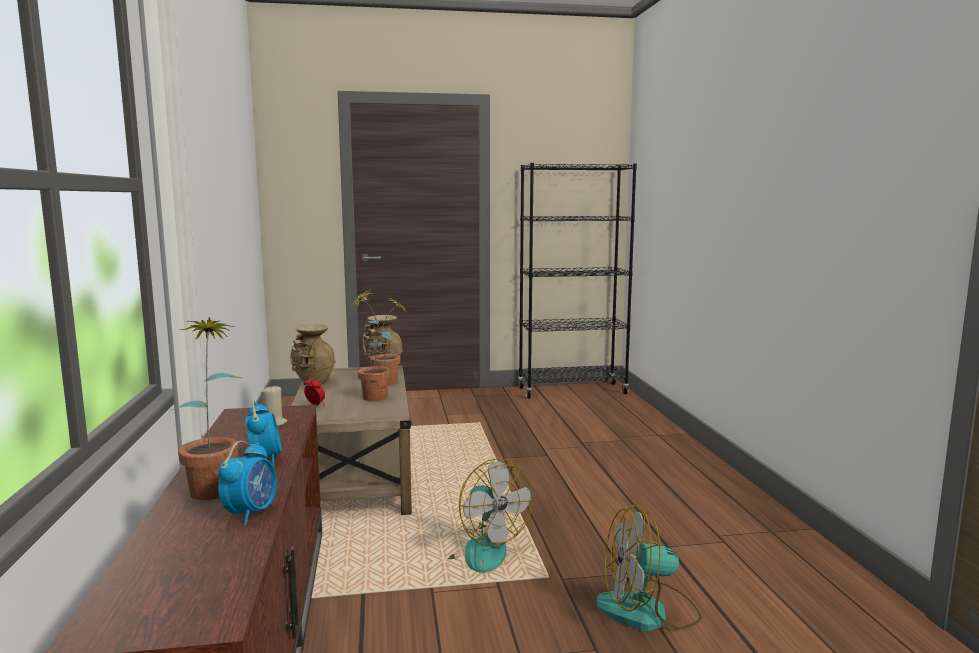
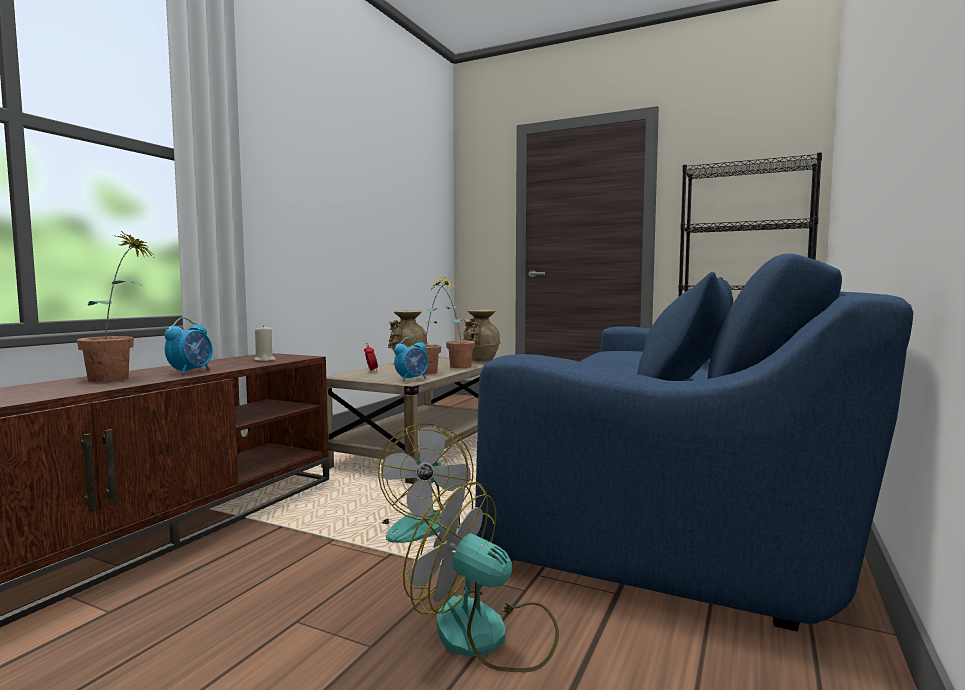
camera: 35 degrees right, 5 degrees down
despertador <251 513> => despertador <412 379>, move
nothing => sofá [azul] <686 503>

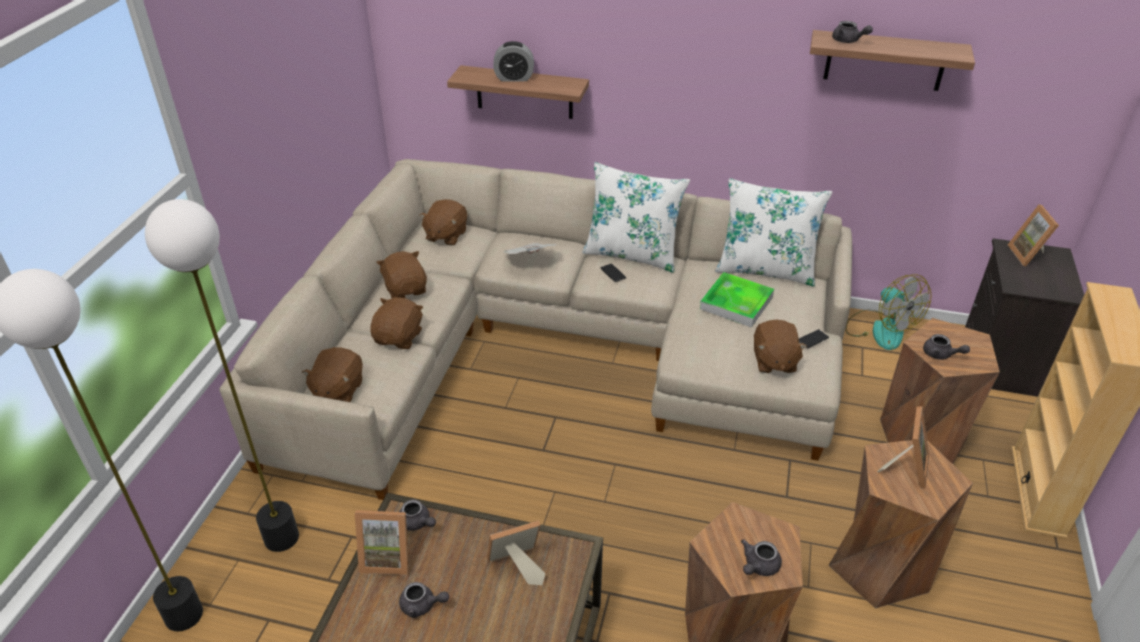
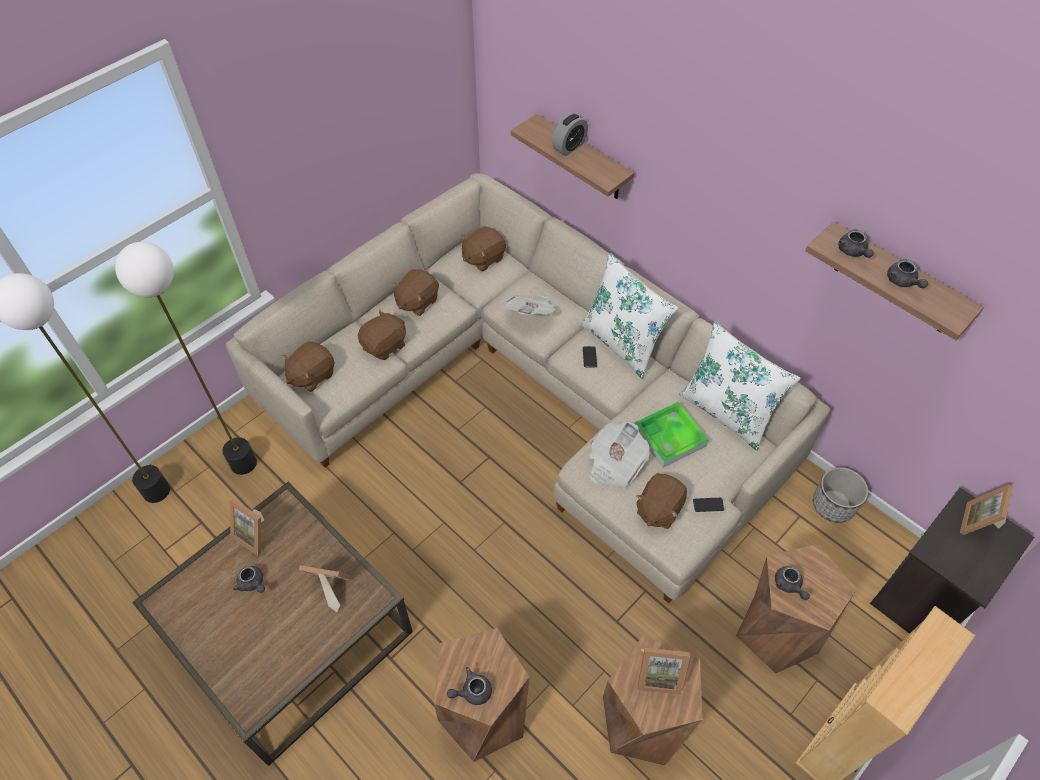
camera: 30 degrees right, 15 degrees up
peluche [marrón] <406 289> => peluche [marrón] <417 301>, 150 degrees counterclockwise
despertador <514 78> => despertador <569 147>, 75 degrees counterclockwise
nothing => periódico <614 464>
portarretratos <906 467> => portarretratos <658 674>, 45 degrees clockwise
ventilador <880 329> => maceta <833 505>
tetera [gris] <416 523> => tetera [gris] <902 282>, move

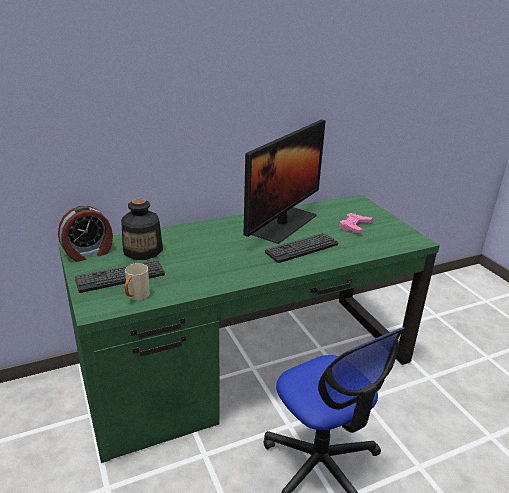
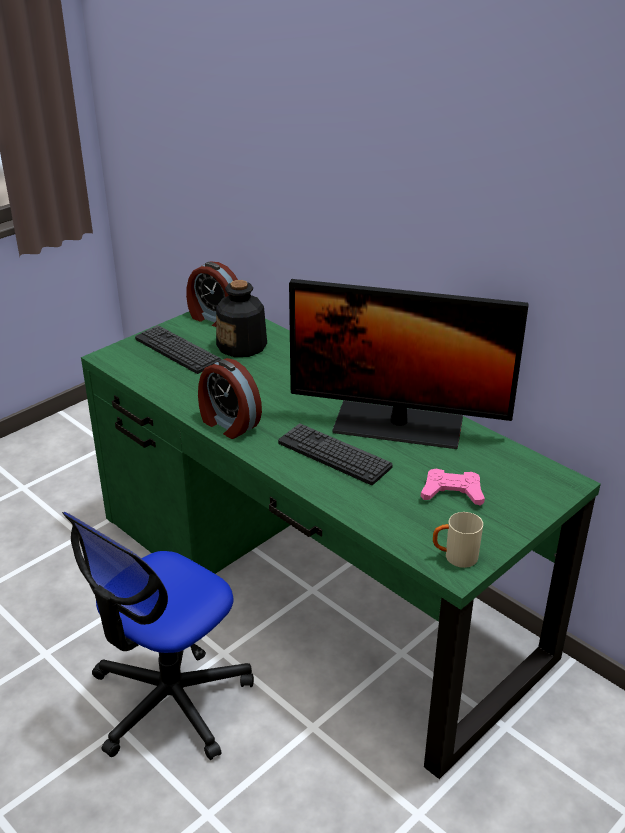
camera: 70 degrees right, 5 degrees up
nothing => despertador <228 424>
taza grande [beis] <136 297> => taza grande [beis] <454 557>, move

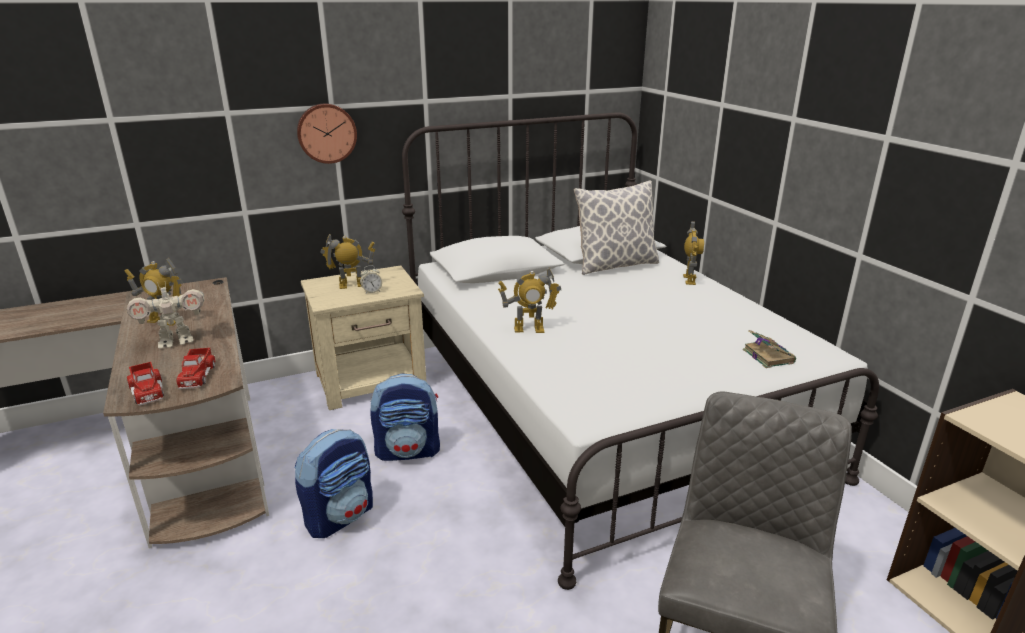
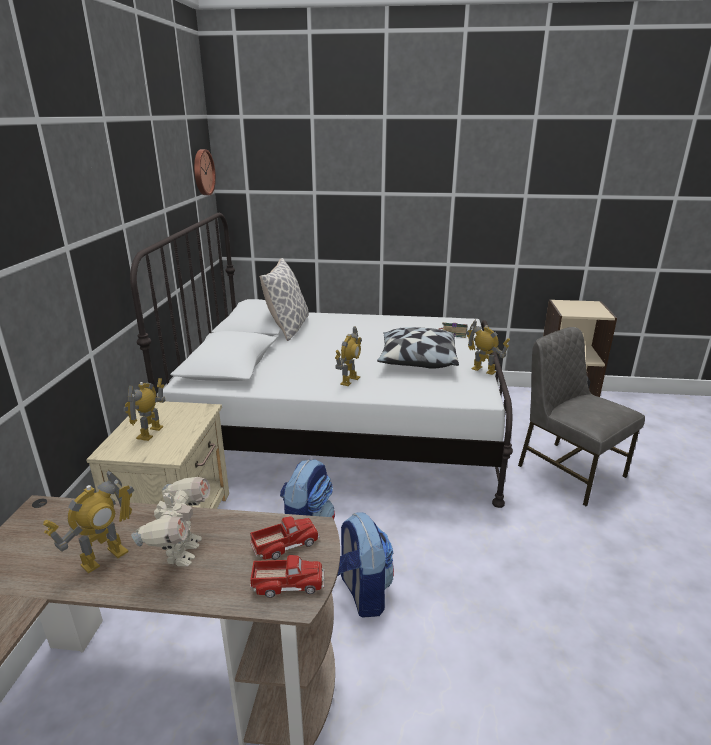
camera: 60 degrees left, 0 degrees up
reloj de pared <326 133> => reloj de pared <202 172>, move
camión de juguete <197 375> => camión de juguete <285 544>, 45 degrees counterclockwise
nothing => cojín <417 361>
robot de juguete <689 279> => robot de juguete <483 370>, move
despertador <372 291> => nothing

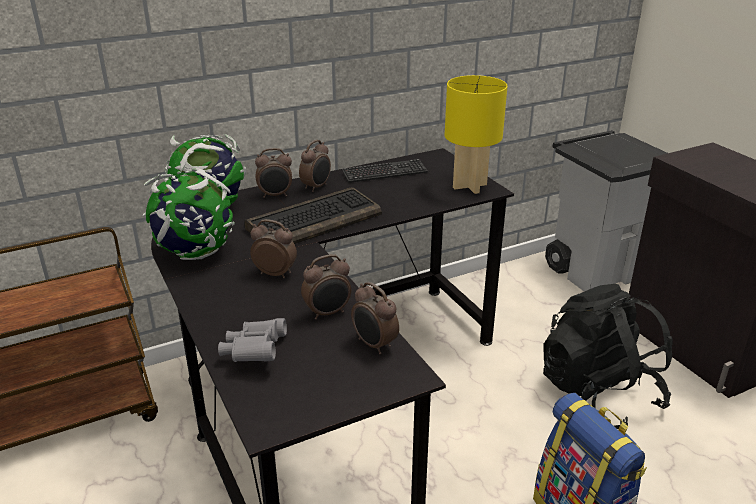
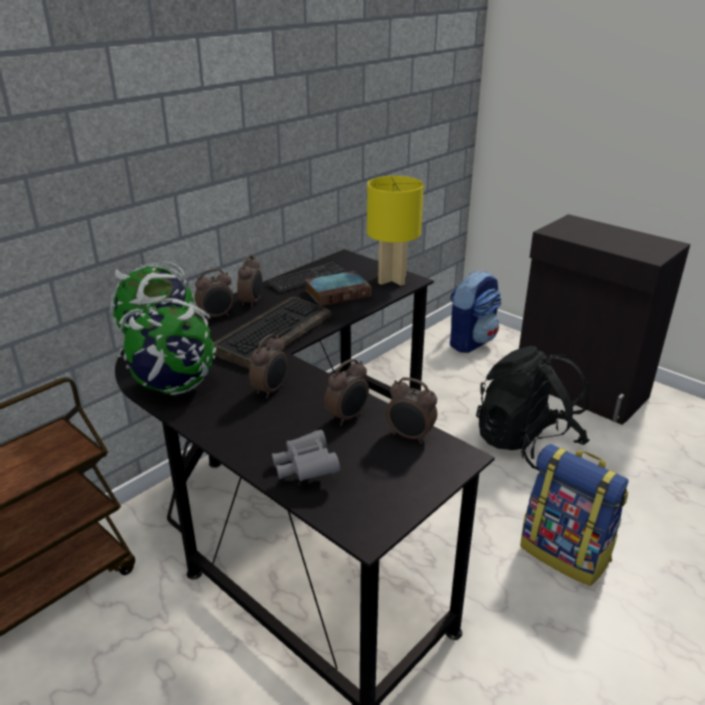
camera: 20 degrees left, 0 degrees up
despertador <275 273> => despertador <271 390>, 120 degrees clockwise
nothing => libro <339 293>
papelera [gris] <594 271> => mochila <471 341>

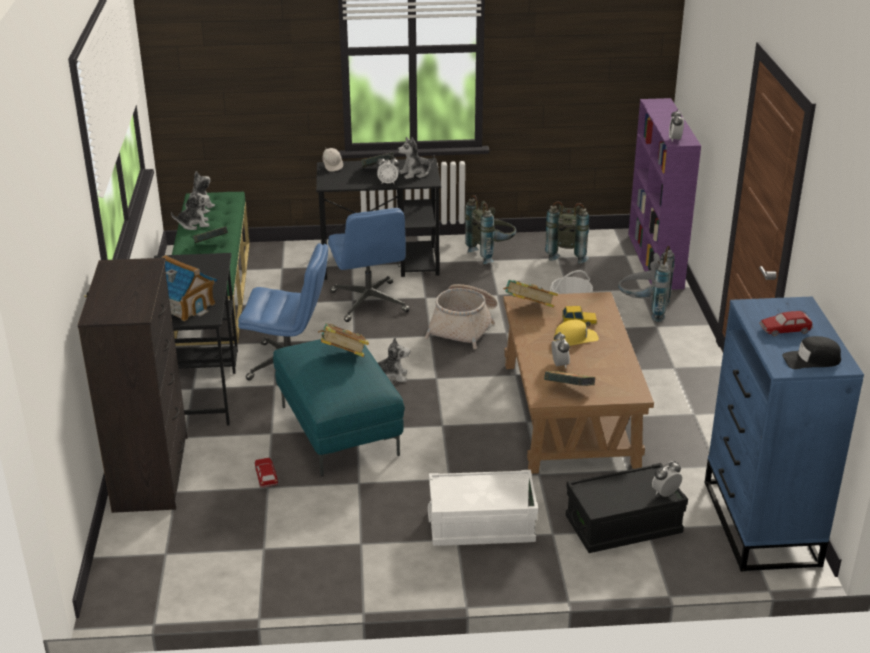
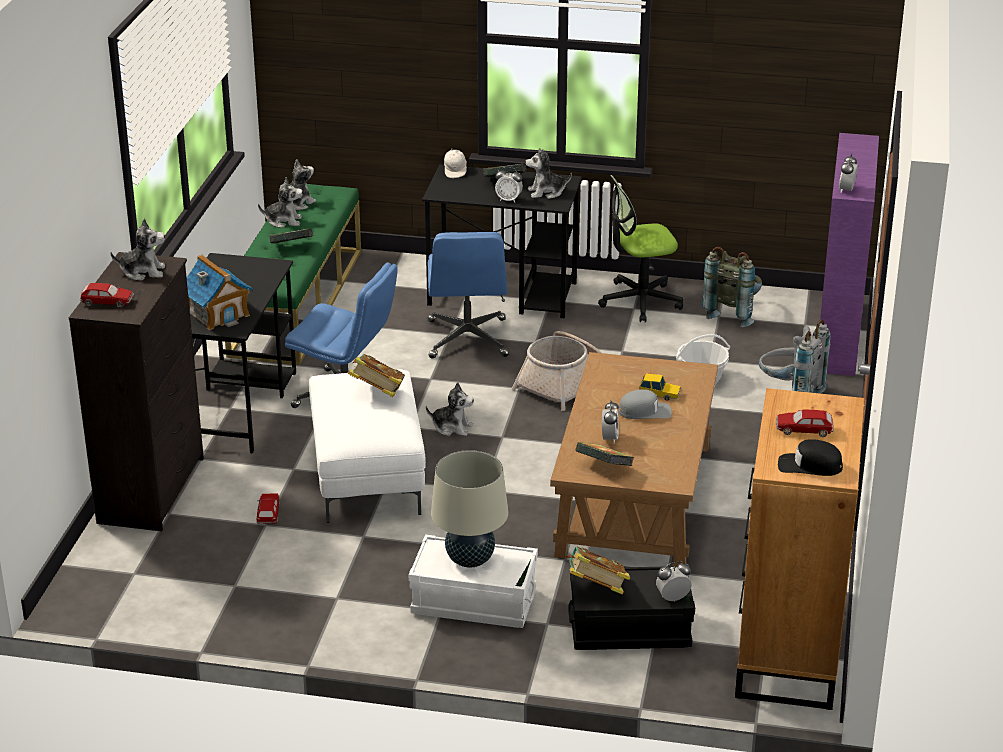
camera: 15 degrees right, 0 degrees up
nothing => coche de juguete <107 302>
nothing => peluche <143 272>
puf [turquesa] <338 430> => puf [blanco] <366 477>
nothing => lámpara de mesa [beis] <470 560>
libro <529 309> => libro <596 589>, move
mochila [gris] <491 254> => silla de oficina <640 301>
gorra [amarillo] <575 338> => gorra [gris] <644 411>
cómoda [azul] <761 524> => cómoda [marrón] <788 653>

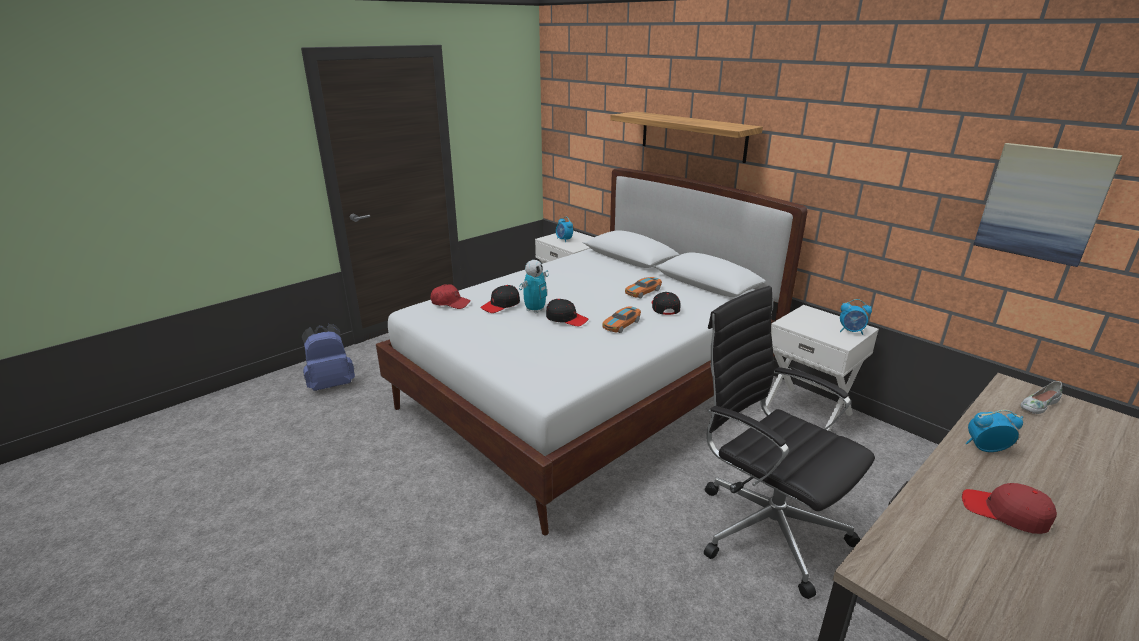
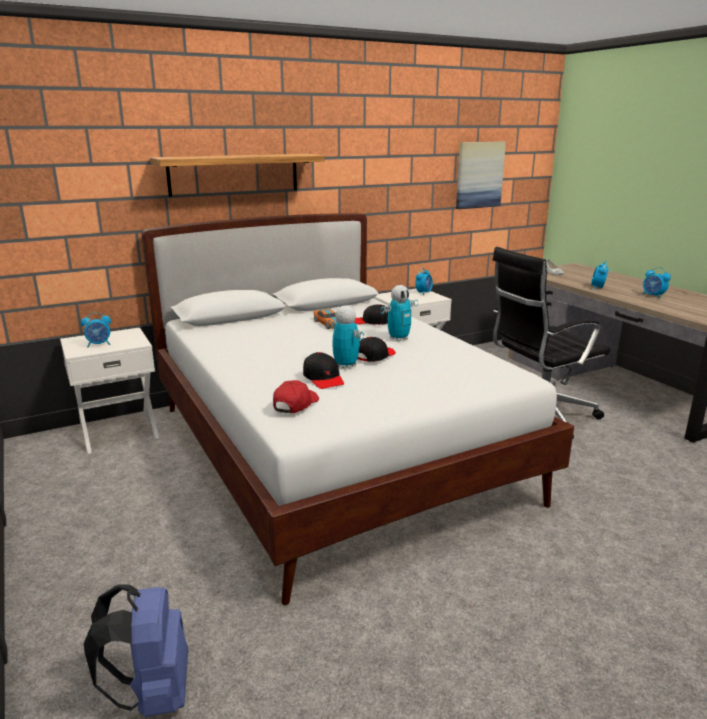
camera: 75 degrees left, 5 degrees down
coche de juguete <621 324> => robot de juguete <398 339>
gorra [rojo] <1005 513> => despertador <653 296>

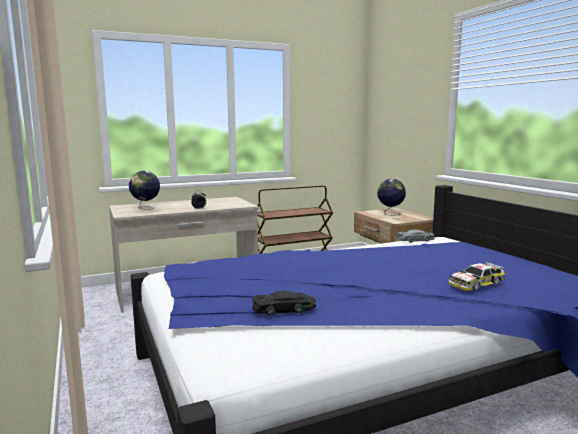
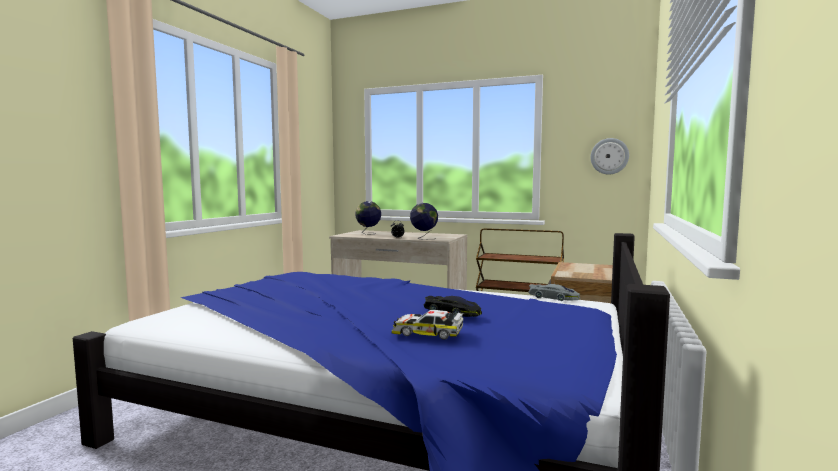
camera: 45 degrees right, 5 degrees down
globo terráqueo <390 214> => globo terráqueo <423 238>, move
coche de juguete [negro] <284 309> => coche de juguete [negro] <452 312>, move
nothing => reloj de pared <609 156>

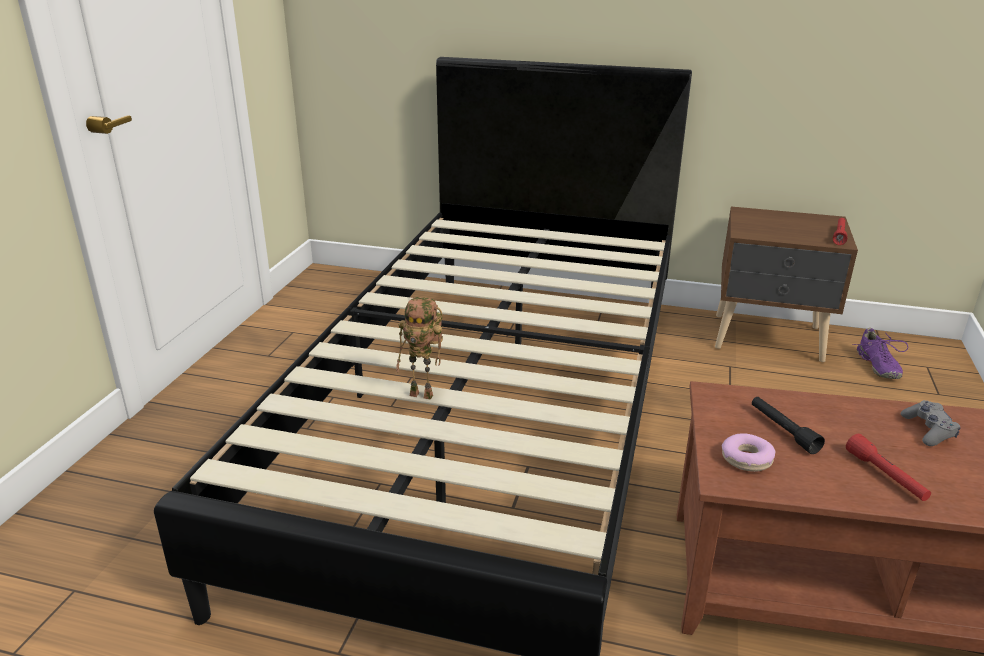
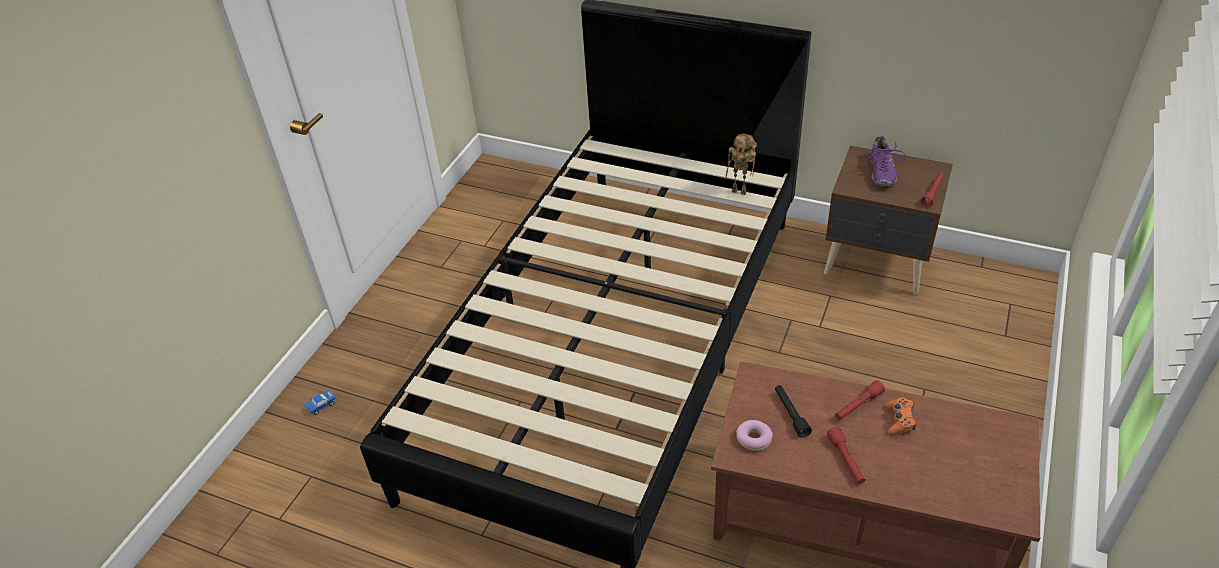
camera: 10 degrees right, 15 degrees up
nothing => coche de juguete <321 405>
robot de juguete <424 394> => robot de juguete <740 191>, move
nothing => linterna [rojo] <858 406>
zapato [morado] <877 366> => zapato [morado] <880 172>, move
mando de consola [gris] <928 430> => mando de consola [naranja] <899 420>

